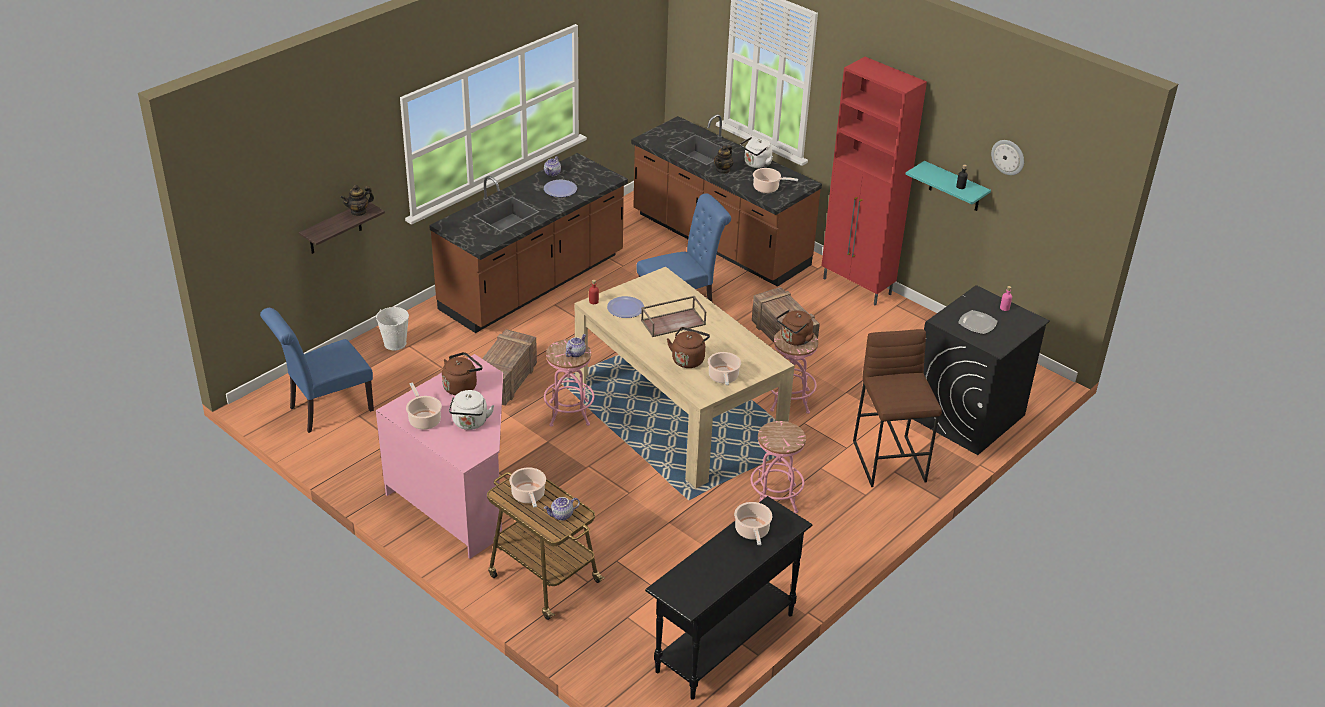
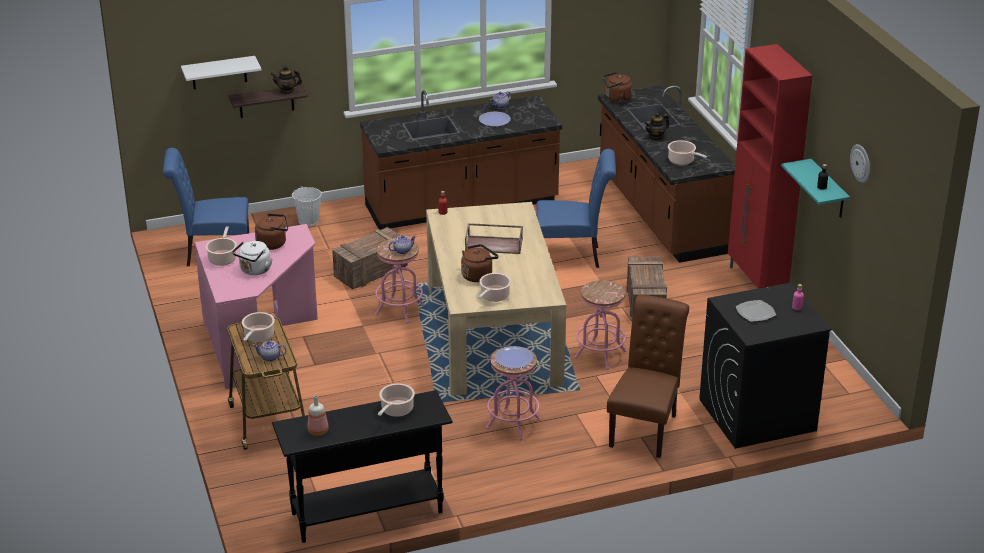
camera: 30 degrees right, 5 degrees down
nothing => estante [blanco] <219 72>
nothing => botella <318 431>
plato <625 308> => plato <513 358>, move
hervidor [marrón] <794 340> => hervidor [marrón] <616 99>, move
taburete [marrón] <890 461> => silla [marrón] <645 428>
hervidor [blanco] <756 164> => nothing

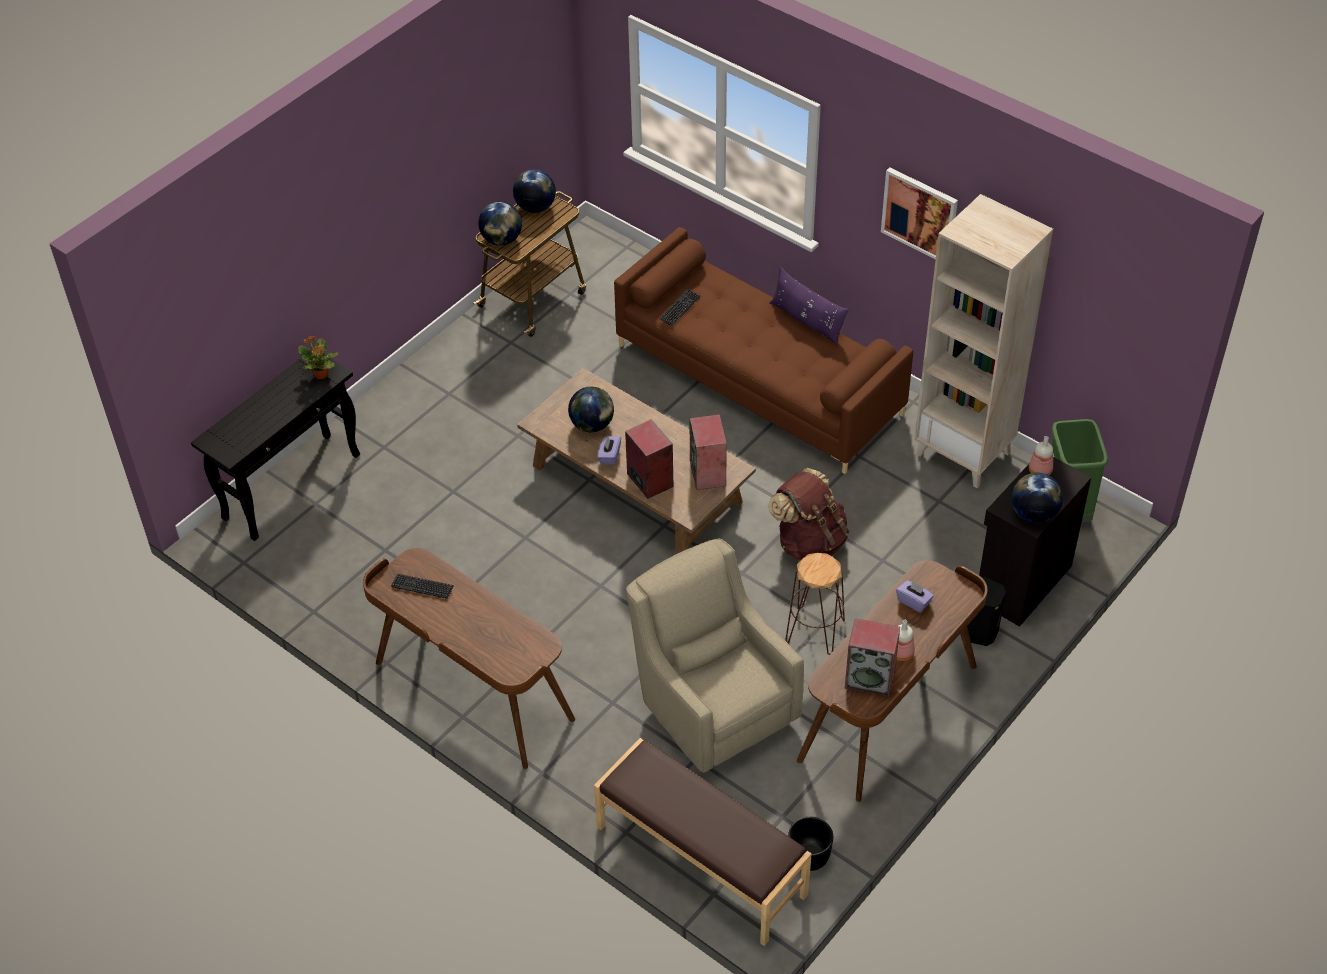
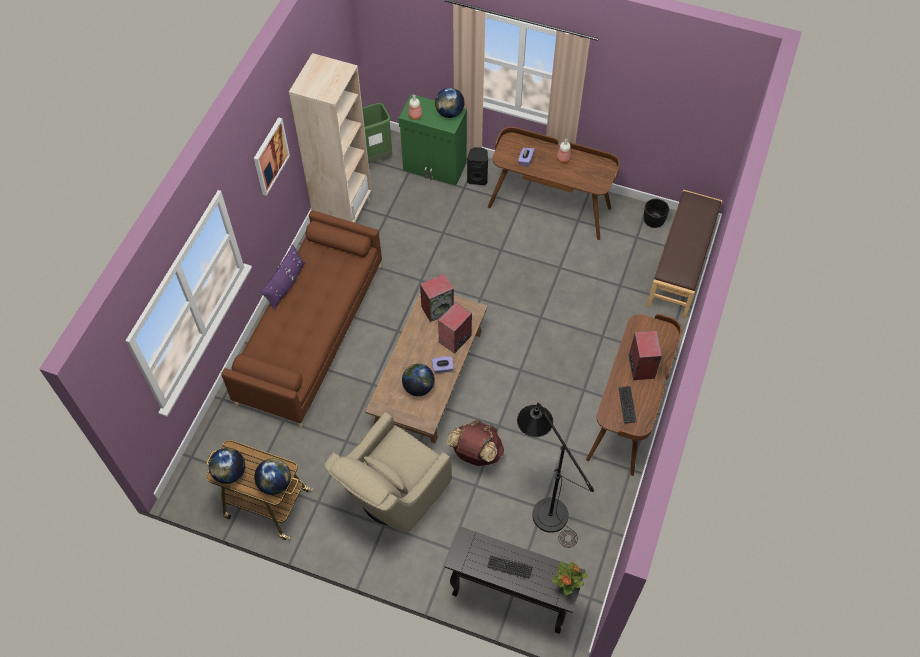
camera: 110 degrees left, 10 degrees up
sillón [beis] <712 706> => sillón [beis] <391 496>, move
armario [negro] <1021 583> => armario [verde] <434 167>
mochila [marrón] <809 541> => mochila [marrón] <475 453>, move
teclado <680 308> => teclado <510 567>, move
nothing => lámpara de pie [negro] <544 507>
planta en maceta <321 375> => planta en maceta <567 584>, move
altavoz <870 678> => altavoz <640 366>, move
taburete [marrón] <815 630> => nothing

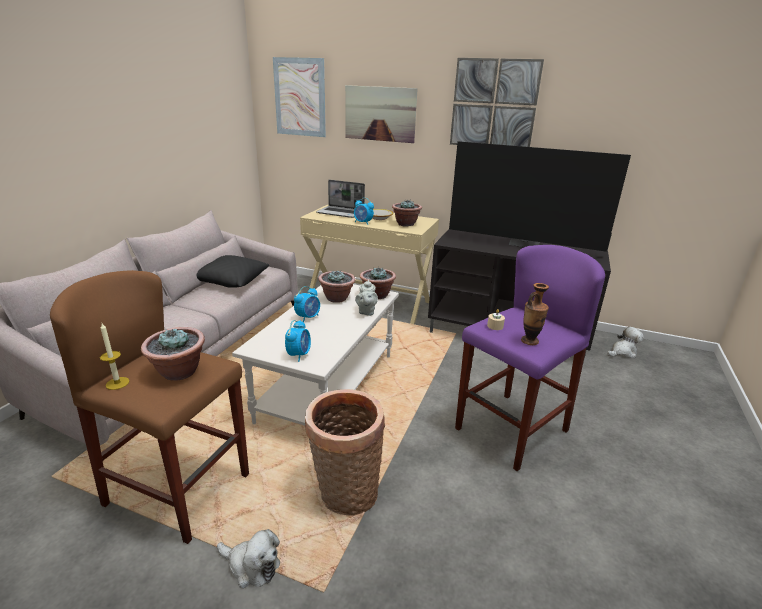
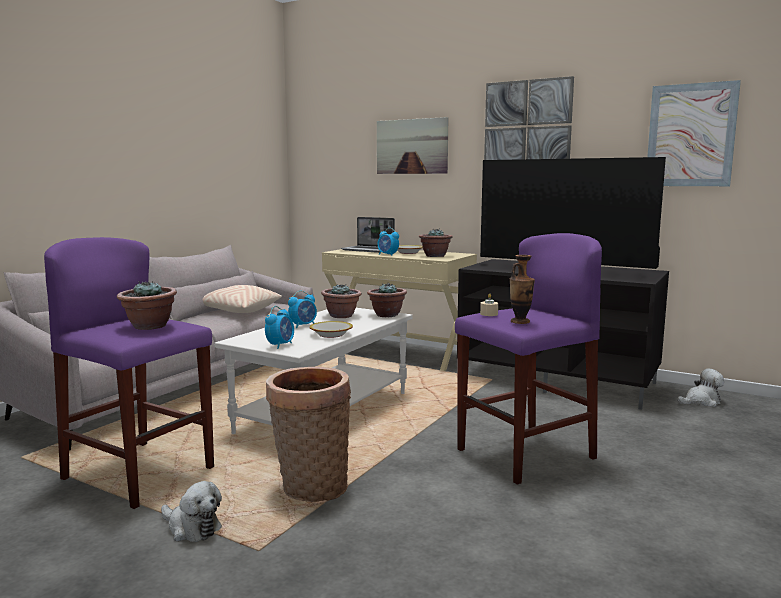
camera: 10 degrees right, 15 degrees down
taburete [marrón] <179 489> => taburete [morado] <139 473>
cojín [negro] <230 281> => cojín [beis] <239 311>
nothing => cuenco <331 335>
cuadro <300 97> => cuadro <691 135>, move
vela <117 383> => nothing
tetera [gris] <366 312> => nothing

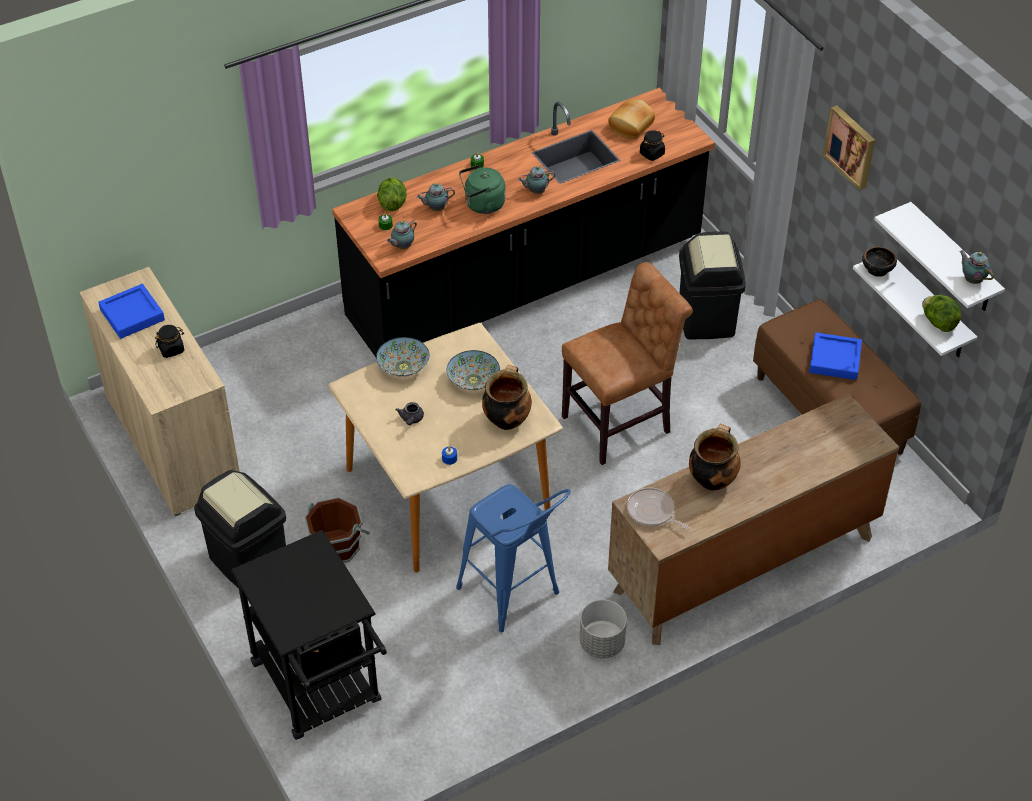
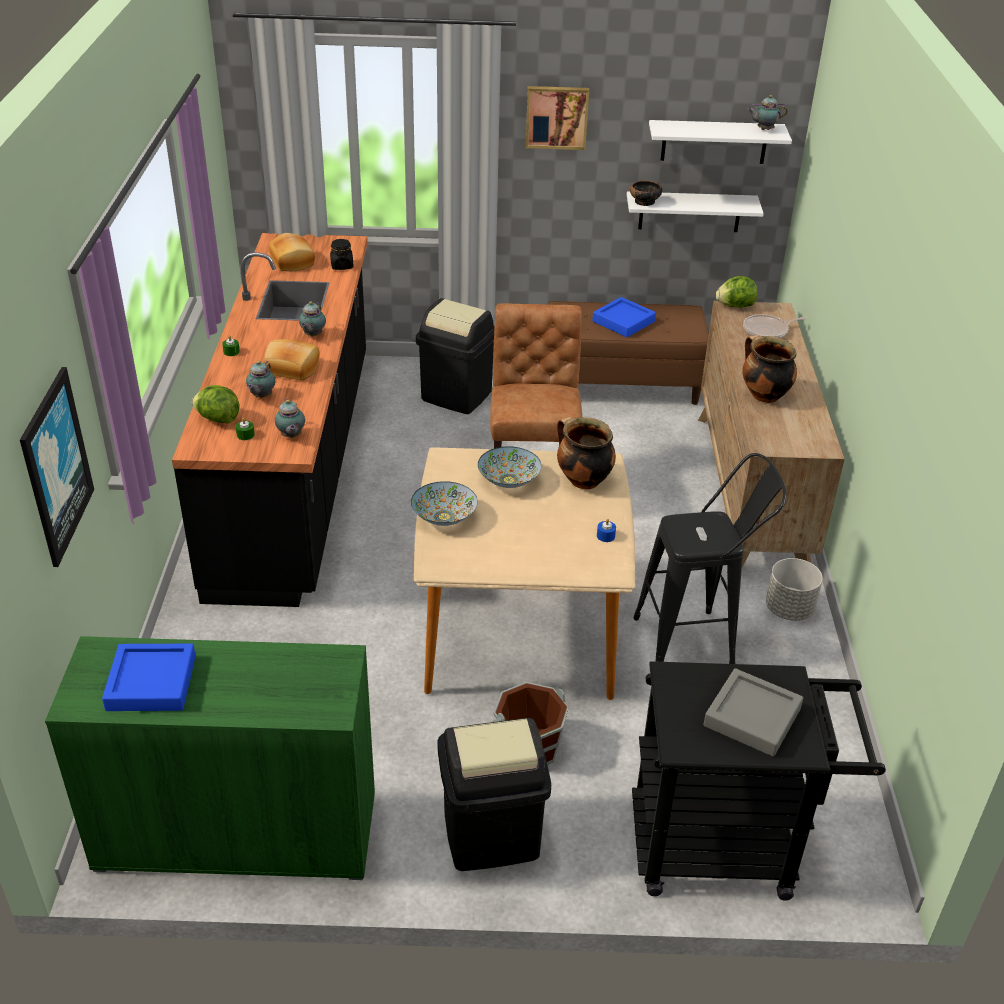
camera: 60 degrees left, 10 degrees down
nothing => cuadro <55 466>
armario [beis] <173 441> => armario [verde] <237 832>
hervidor [verde] <482 205> => pan <292 369>
taburete [azul] <514 598> => taburete [negro] <695 642>
nothing => bandeja [gris] <752 717>
lechuga <938 323> => lechuga <735 306>, move
sartén <652 512> => sartén <767 331>, move
tarro [negro] <171 349> => nothing
tetera [gris] <411 419> => nothing

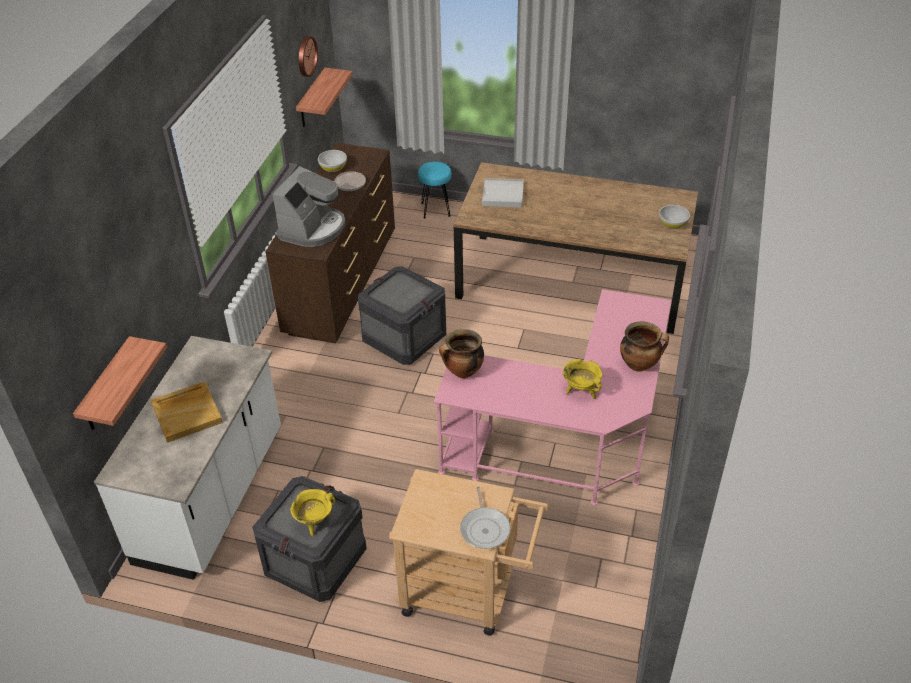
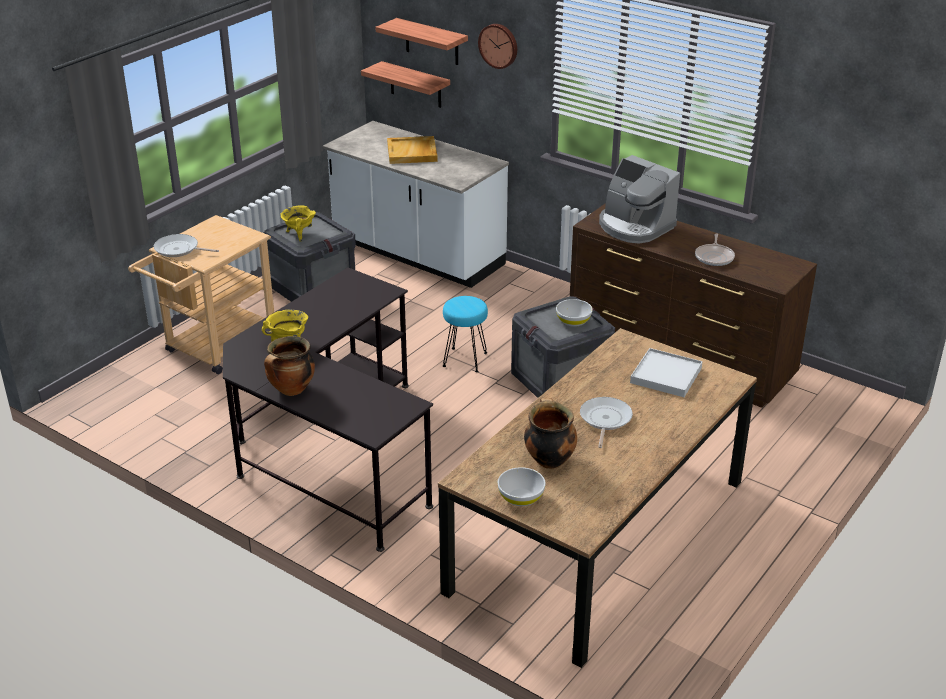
camera: 110 degrees right, 10 degrees down
escritorio [rosa] <570 440> => escritorio [negro] <330 450>
estante <312 99> => estante <432 42>, move
taburete [turquesa] <436 209> => taburete [turquesa] <465 360>, move
reloj de pared <306 56> => reloj de pared <499 45>, move
olla <462 372> => olla <548 459>, move
cuenco [blanco] <333 168> => cuenco [blanco] <573 321>, move
nothing => sartén <605 420>

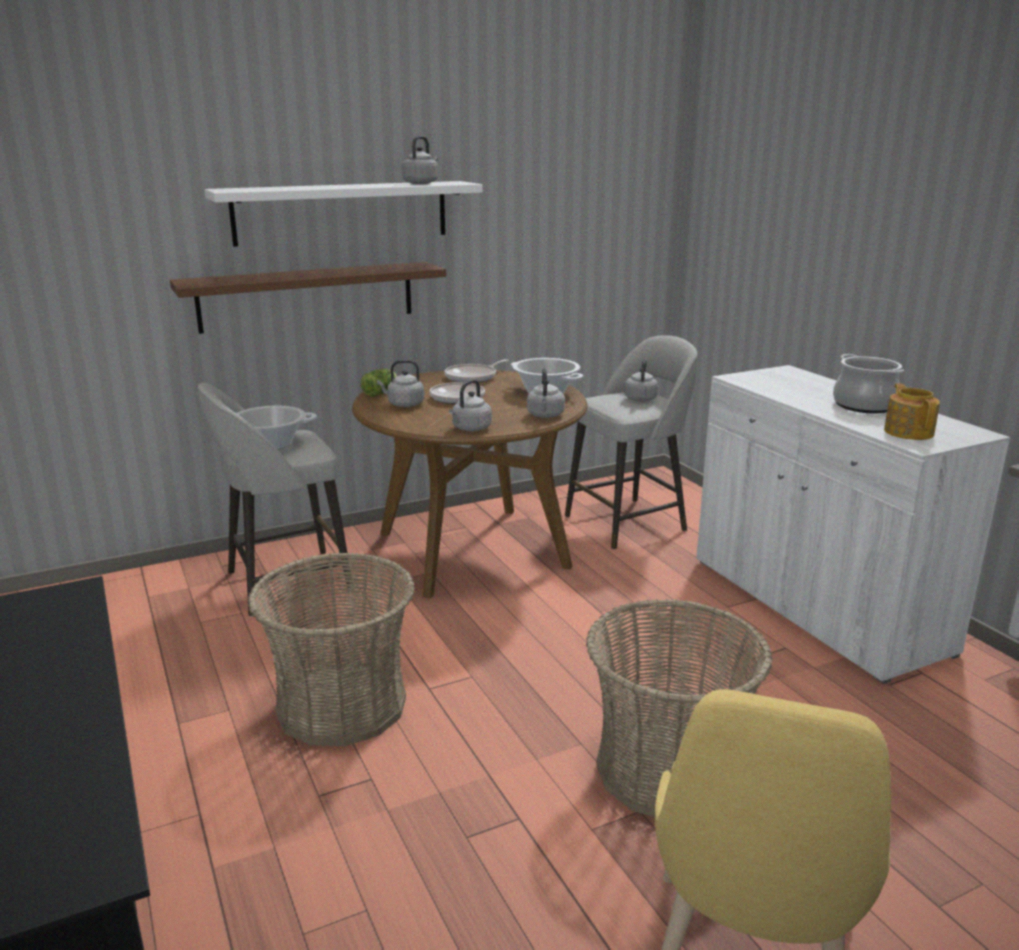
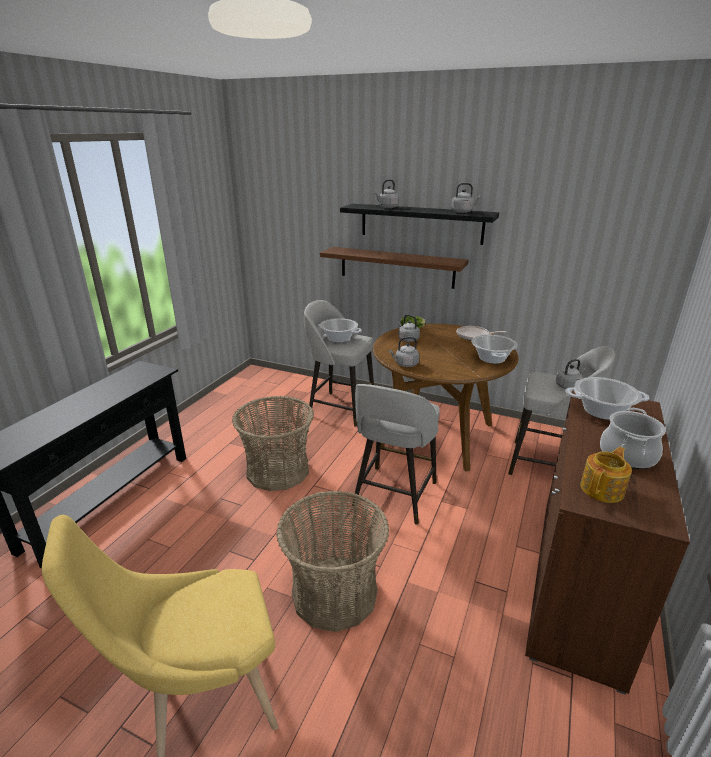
camera: 50 degrees right, 5 degrees up
estante [blanco] <342 212> => estante [negro] <421 223>
nothing => taburete [gris] <394 496>
hervidor [gris] <545 416> => hervidor [gris] <387 207>, move
armario [blanco] <815 605> => armario [marrón] <577 585>
nothing => olla <602 411>
sartén <457 399> => nothing

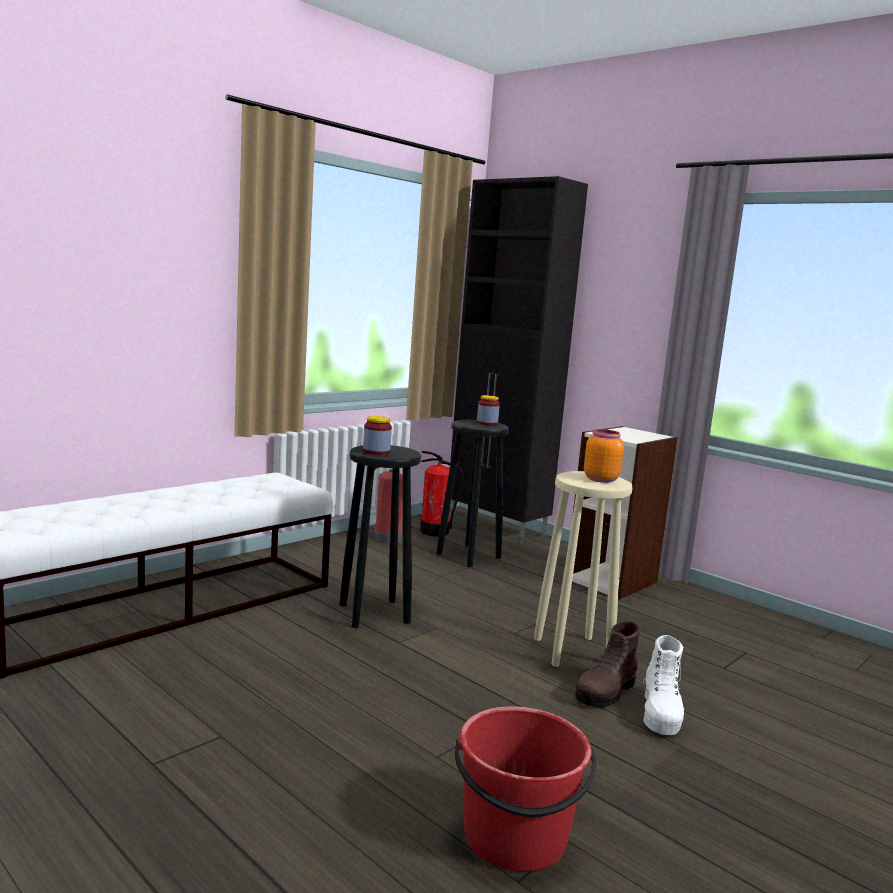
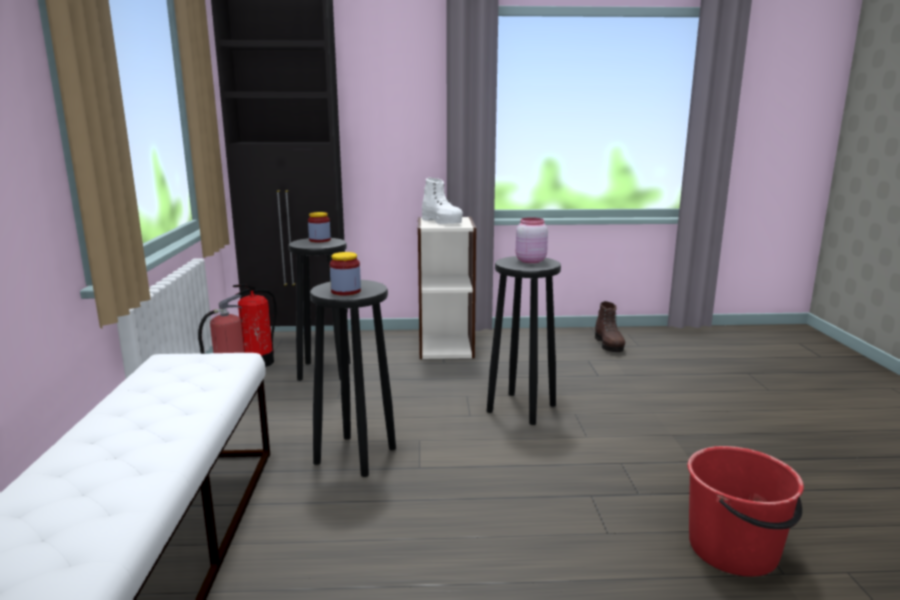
camera: 45 degrees left, 5 degrees up
bota [blanco] <660 714> => bota [blanco] <442 221>, move
taburete [beis] <573 651> => taburete [negro] <522 408>
tarro [naranja] <600 479> => tarro [rosa] <530 261>
bota [marrón] <606 692> => bota [marrón] <609 345>, move

